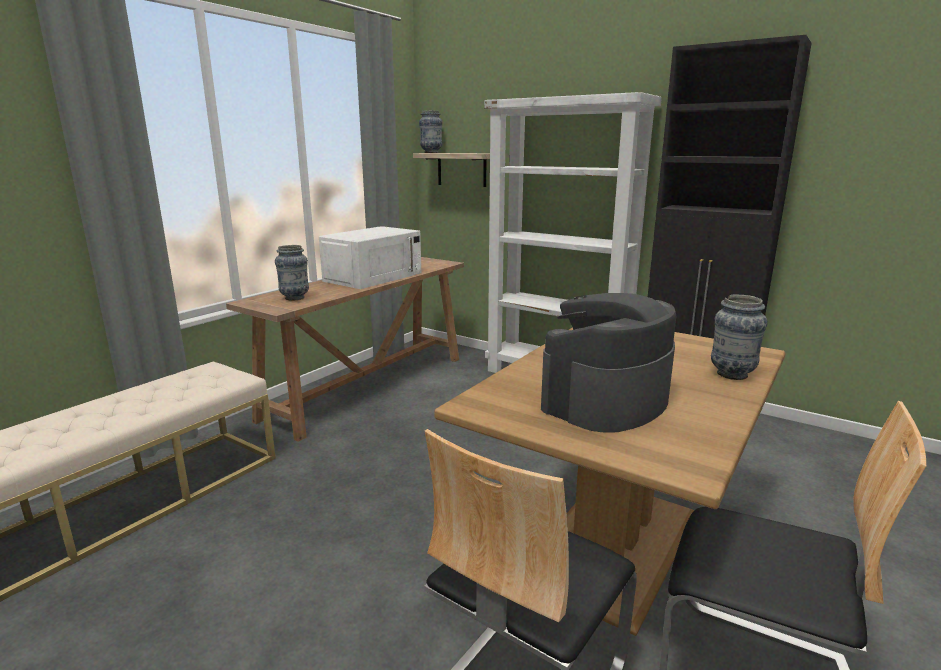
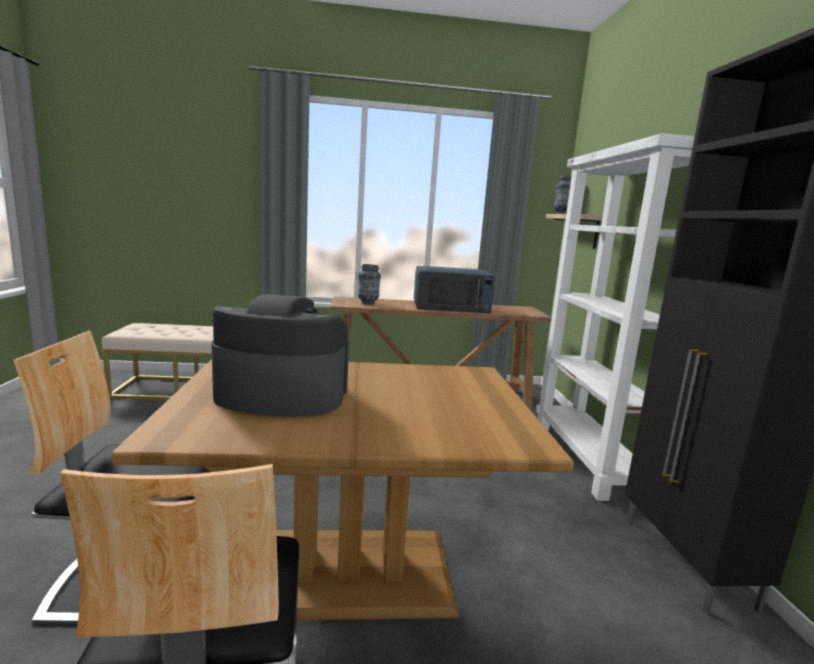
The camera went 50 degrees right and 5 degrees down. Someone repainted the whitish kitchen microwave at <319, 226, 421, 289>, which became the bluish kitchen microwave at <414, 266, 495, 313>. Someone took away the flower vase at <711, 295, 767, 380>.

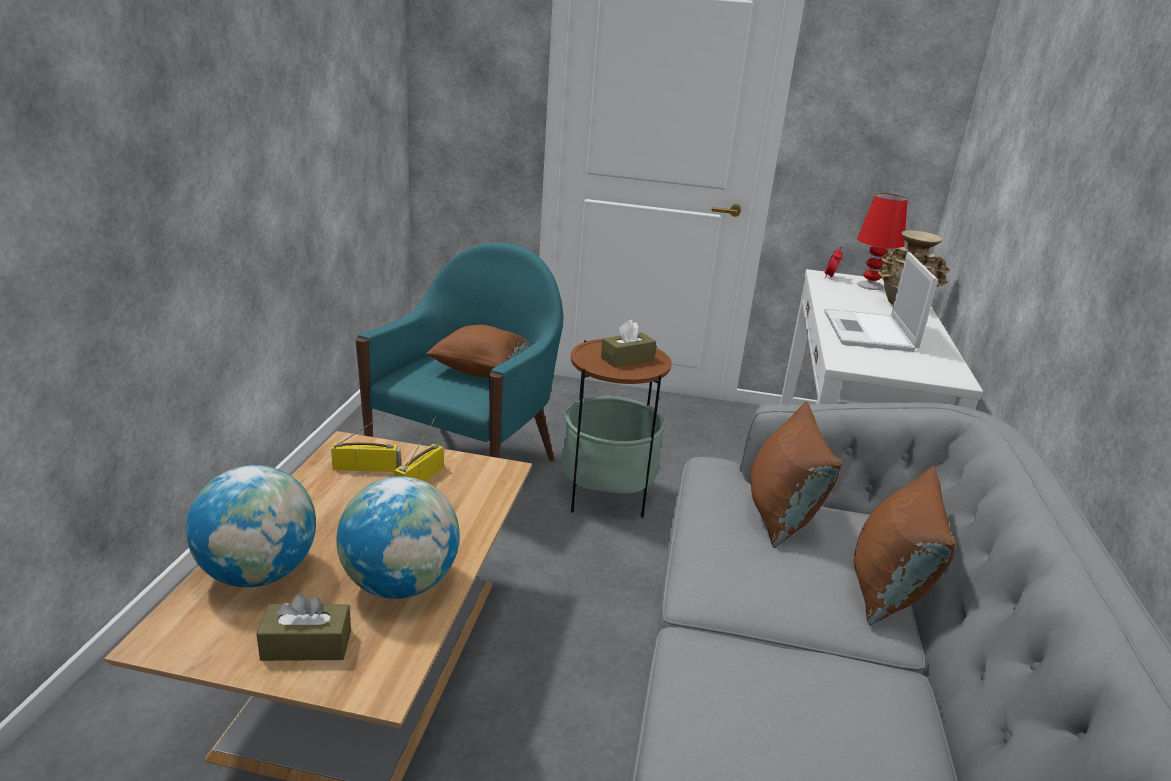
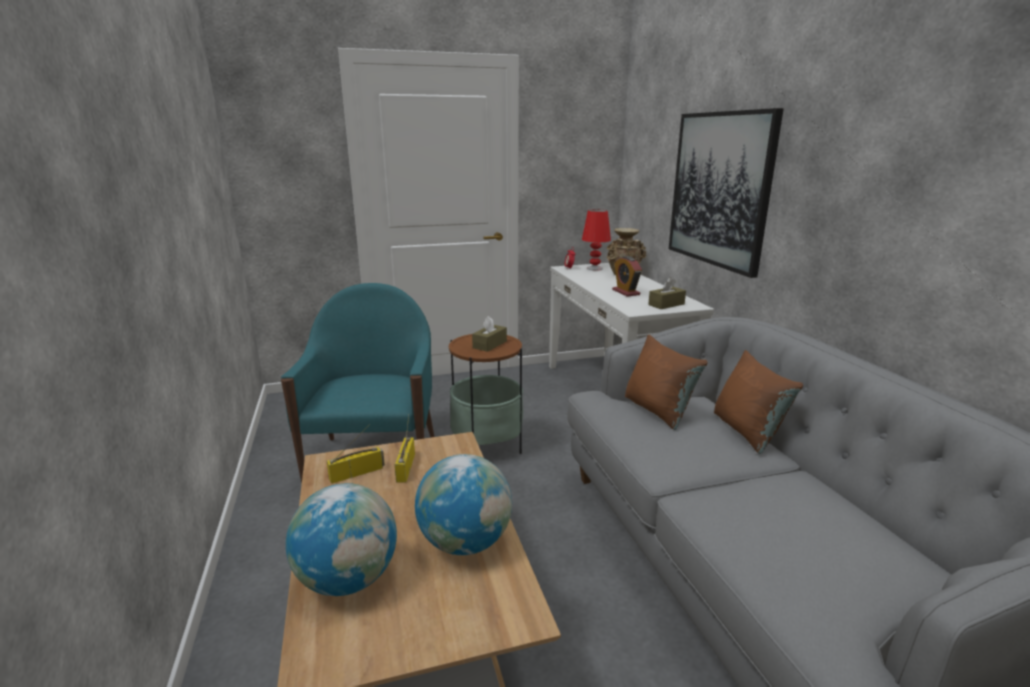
The camera went 25 degrees left and 5 degrees down. Someone carried the brownish tissue box from <257, 593, 351, 661> to <648, 277, 686, 309>. Someone took away the brownish cushion at <426, 325, 530, 377>. Someone swapped the notebook computer at <824, 252, 938, 352> for the alarm clock at <612, 256, 642, 297>. Someone put up the wall picture at <669, 108, 784, 278>.

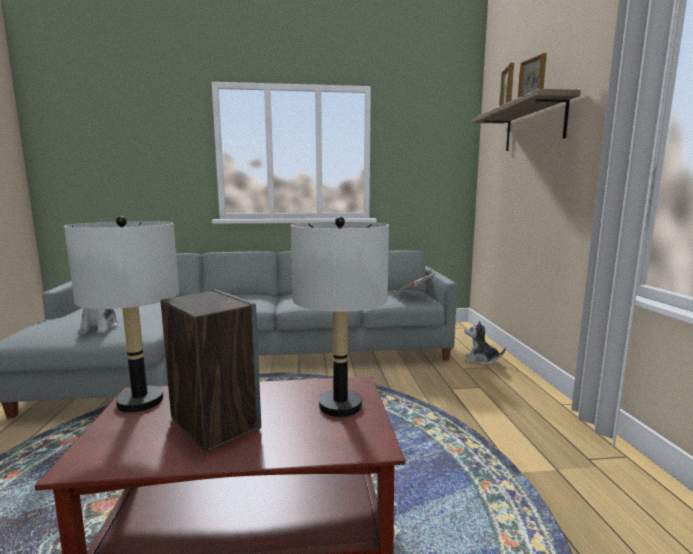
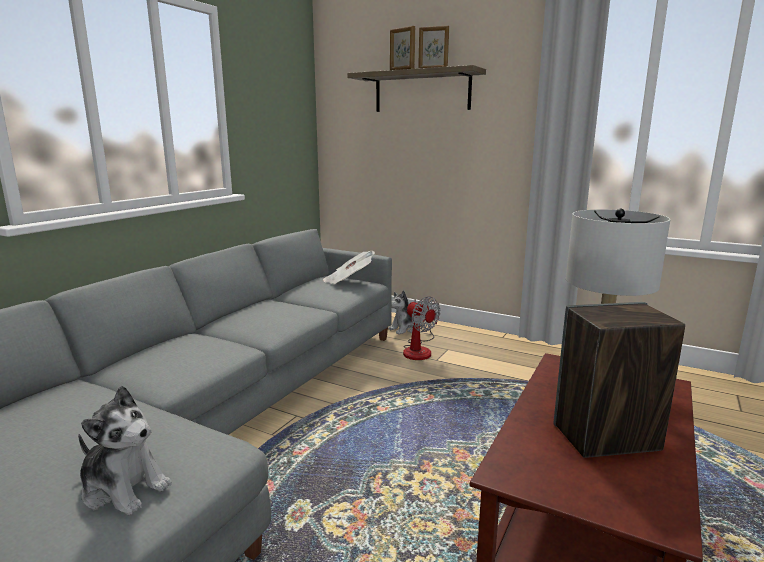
The camera went 55 degrees left and 5 degrees up. Someone took away the grey tabletop lamp at <64, 216, 179, 412>. Someone put down the electric fan at <403, 297, 440, 360>.

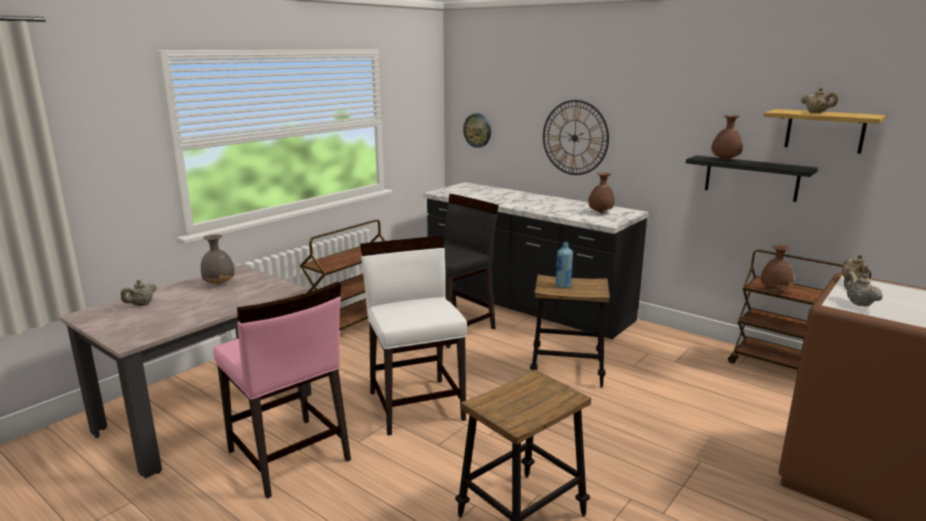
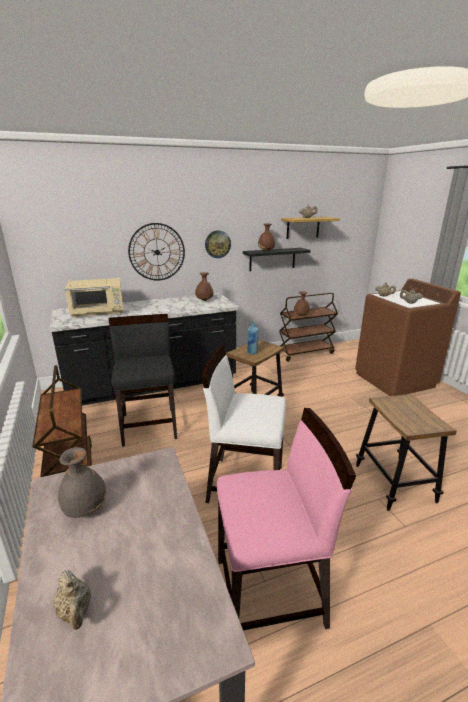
The camera went 60 degrees left and 5 degrees up. Someone carried the clock on the wall from <463, 113, 491, 148> to <205, 230, 231, 258>. Someone put down the beige kitchen microwave at <65, 278, 123, 317>.

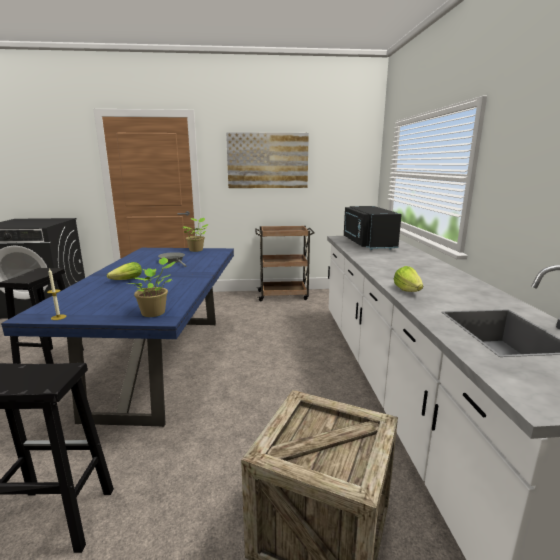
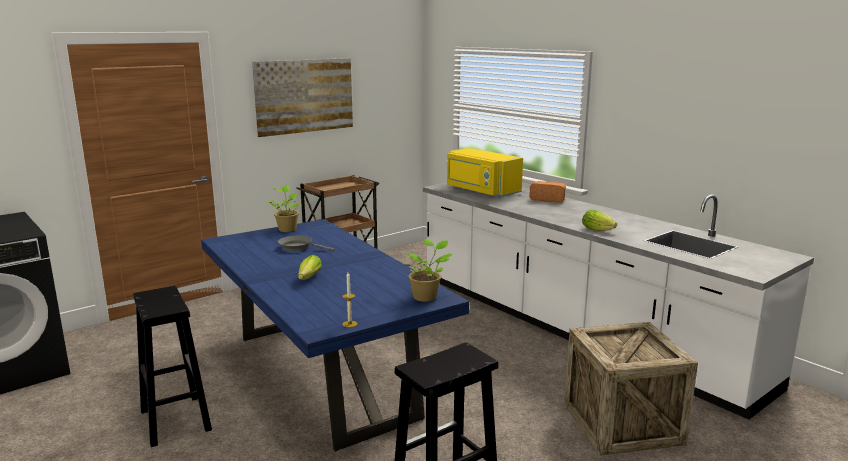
The camera went 35 degrees left and 0 degrees up. Someone repainted the black kitchen microwave at <344, 206, 402, 250>, which became the yellow-coloured kitchen microwave at <447, 148, 523, 198>. Someone put down the bread at <529, 181, 566, 203>.

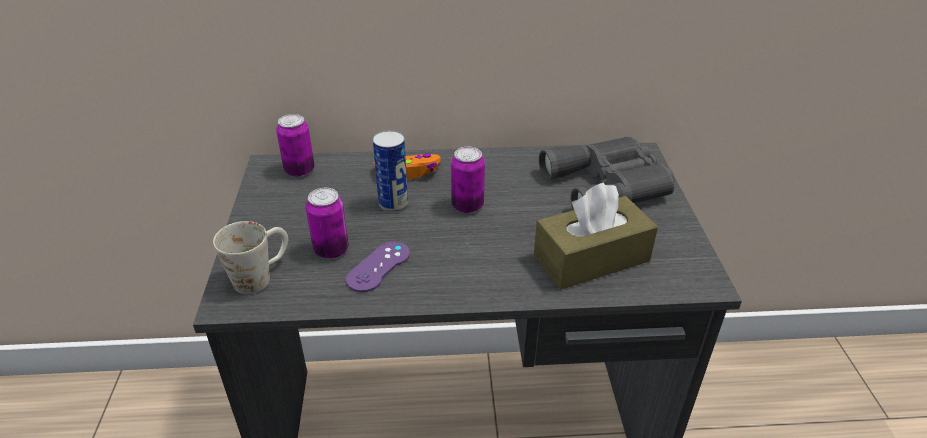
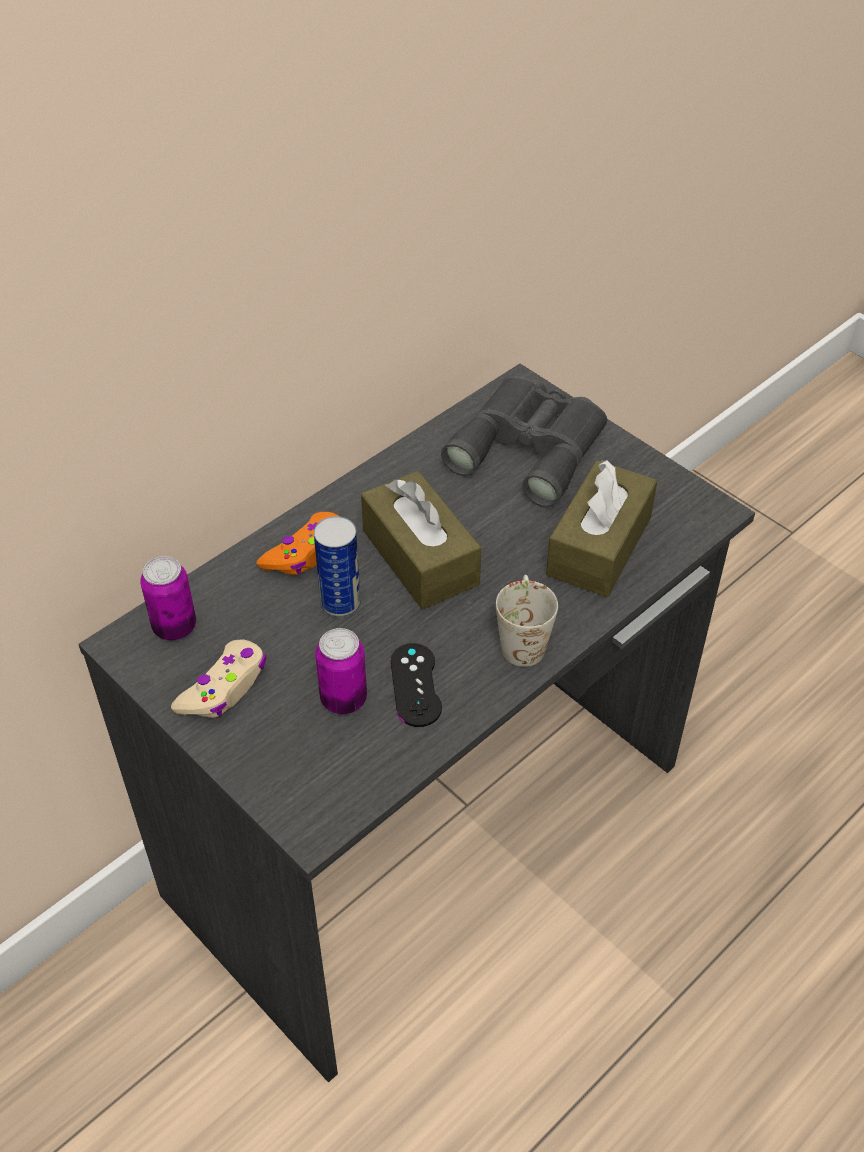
The camera went 40 degrees left and 10 degrees up. Someone carried the whitish coffee mug from <213, 221, 288, 294> to <496, 575, 558, 667>. Someone repainted the purplish game controller at <346, 241, 410, 292>, which became the black game controller at <391, 643, 442, 727>. Someone swapped the can at <451, 147, 485, 213> for the brownish tissue box at <361, 471, 481, 609>. Someone put down the beige game controller at <171, 640, 267, 718>.

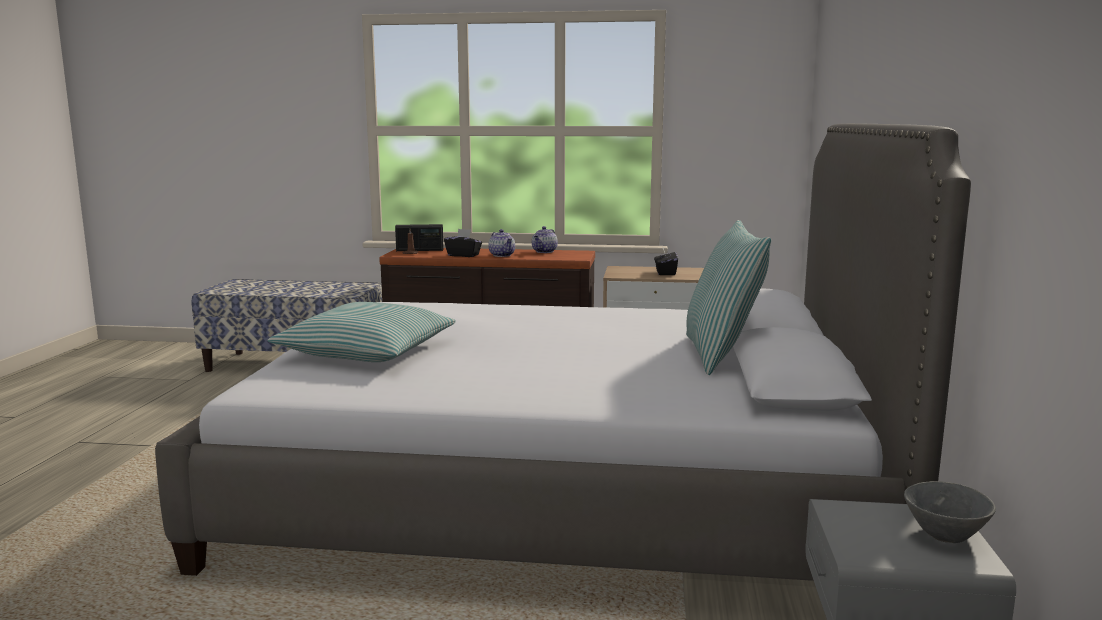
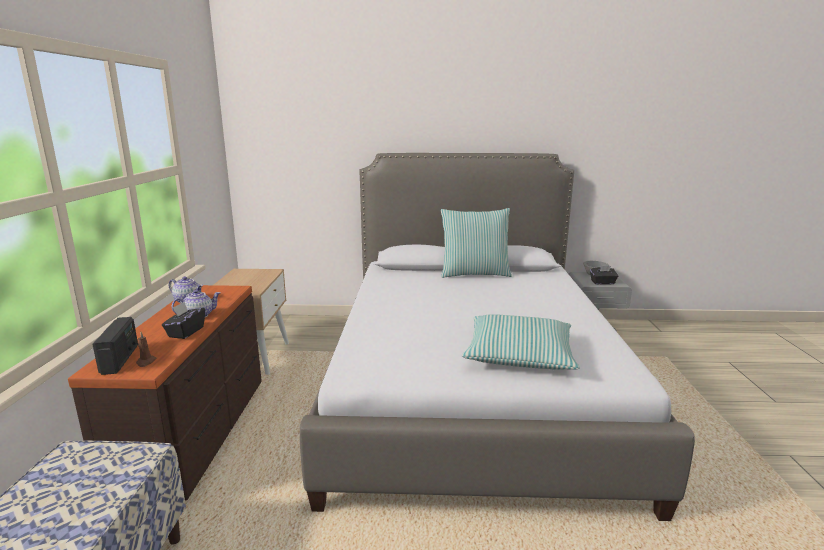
The camera went 95 degrees left and 5 degrees up. Someone carried the black tissue box from <654, 248, 678, 275> to <590, 266, 618, 285>.

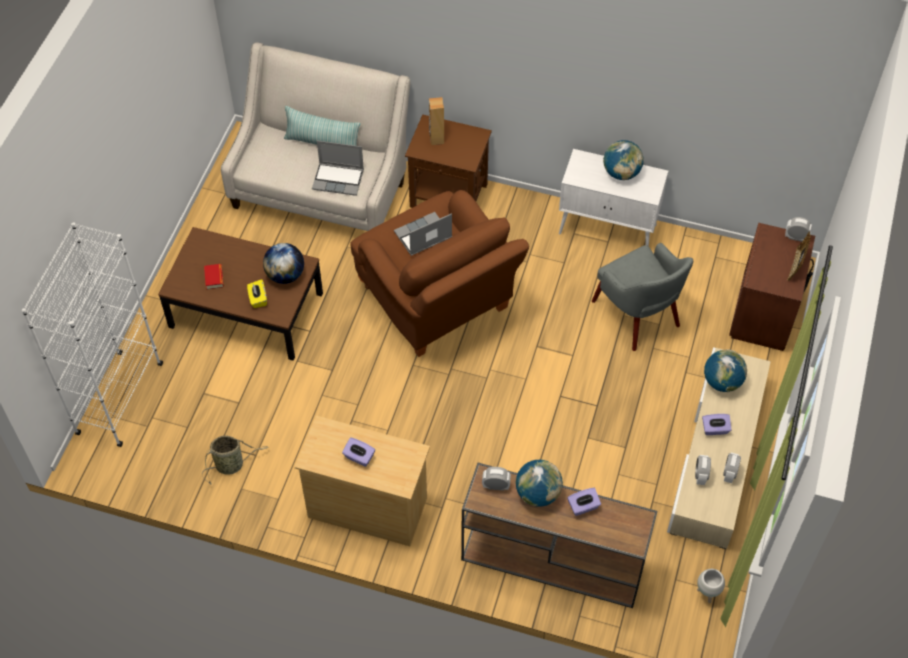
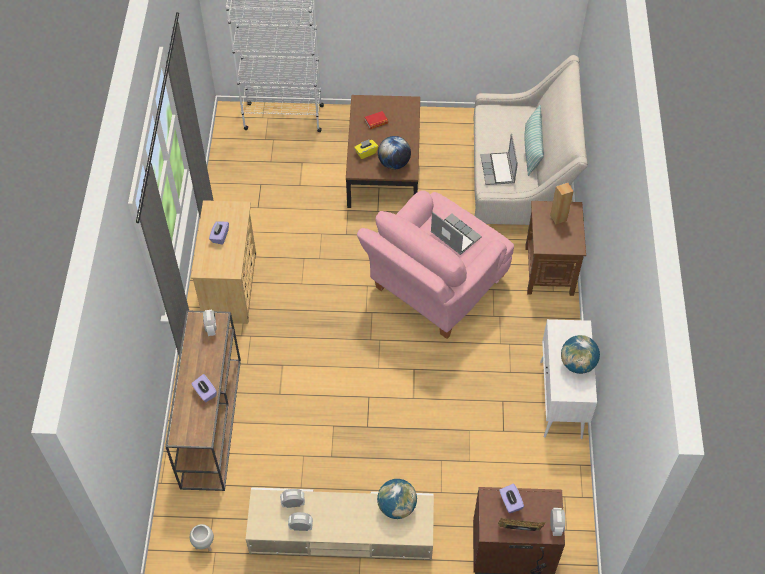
The camera went 75 degrees right and 0 degrees up. Someone took away the basket at <202, 436, 269, 485>. Someone repainted the brownish lounge chair at <350, 190, 529, 357>, which became the pink lounge chair at <357, 190, 514, 339>. Someone took away the globe at <516, 460, 563, 507>. Someone took away the grey lounge chair at <592, 243, 693, 351>. Someone carried the purplish tissue box from <702, 414, 732, 435> to <499, 483, 524, 513>.

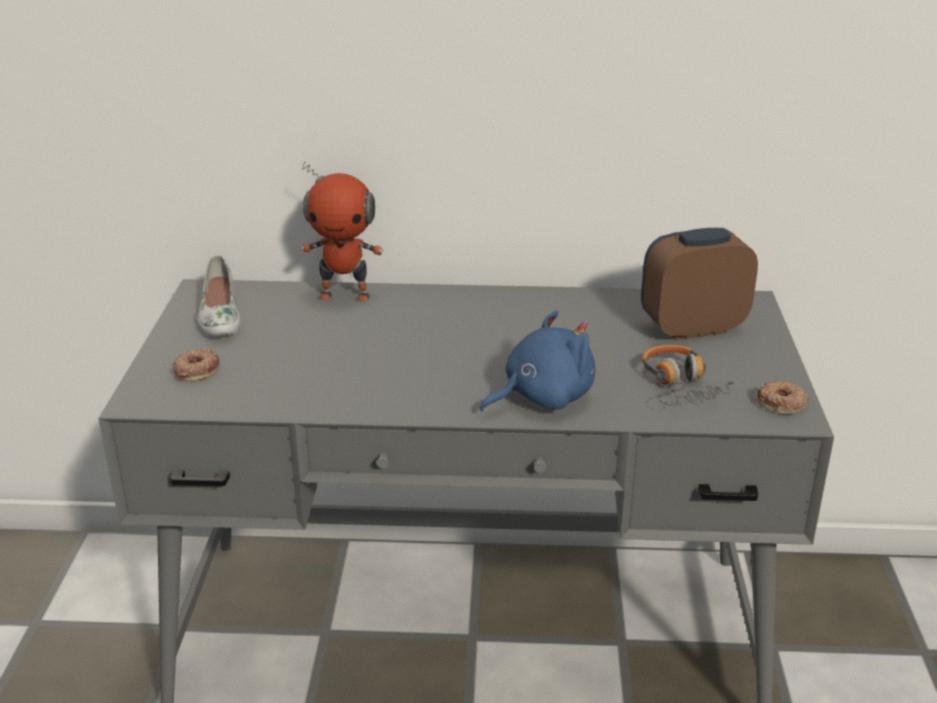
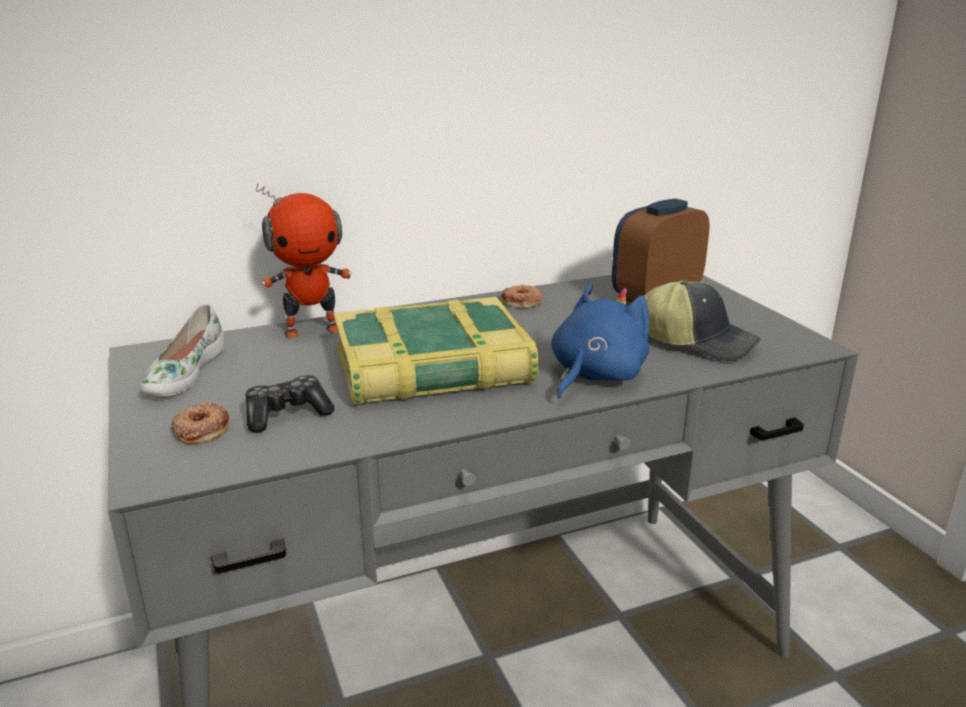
The camera went 25 degrees left and 5 degrees down. Someone rotated the whitish item of footwear at <197, 255, 240, 336> by 45 degrees clockwise. Someone swapped the pair of headphones at <642, 345, 738, 405> for the peaked cap at <644, 280, 761, 361>. Someone carried the ring doughnut from <757, 381, 809, 414> to <501, 285, 543, 307>. Someone put down the game controller at <245, 375, 334, 433>. Someone put down the bound book at <333, 297, 539, 404>.

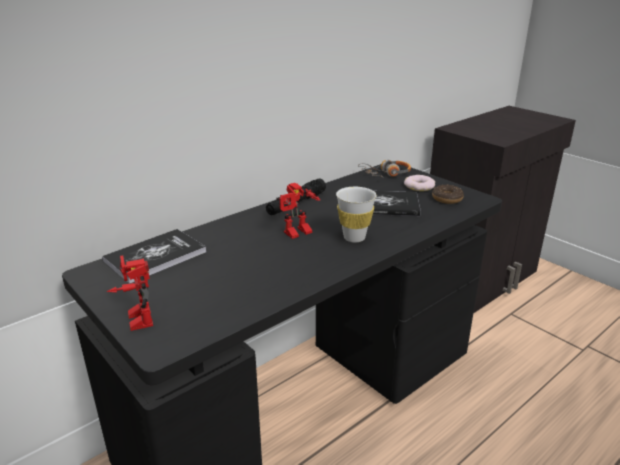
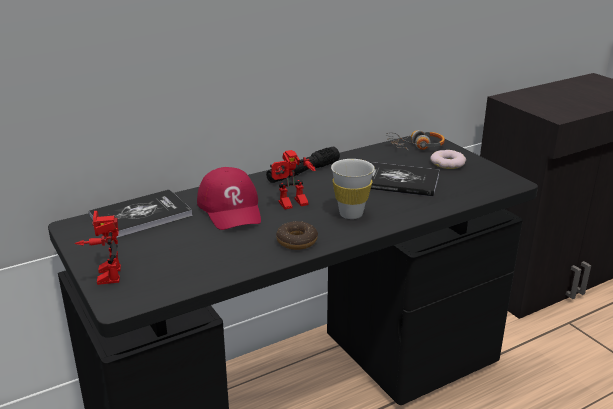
The camera went 10 degrees right and 0 degrees up. Someone carried the ring doughnut from <432, 185, 464, 204> to <276, 221, 318, 250>. Someone put down the reddish peaked cap at <197, 167, 261, 230>.

